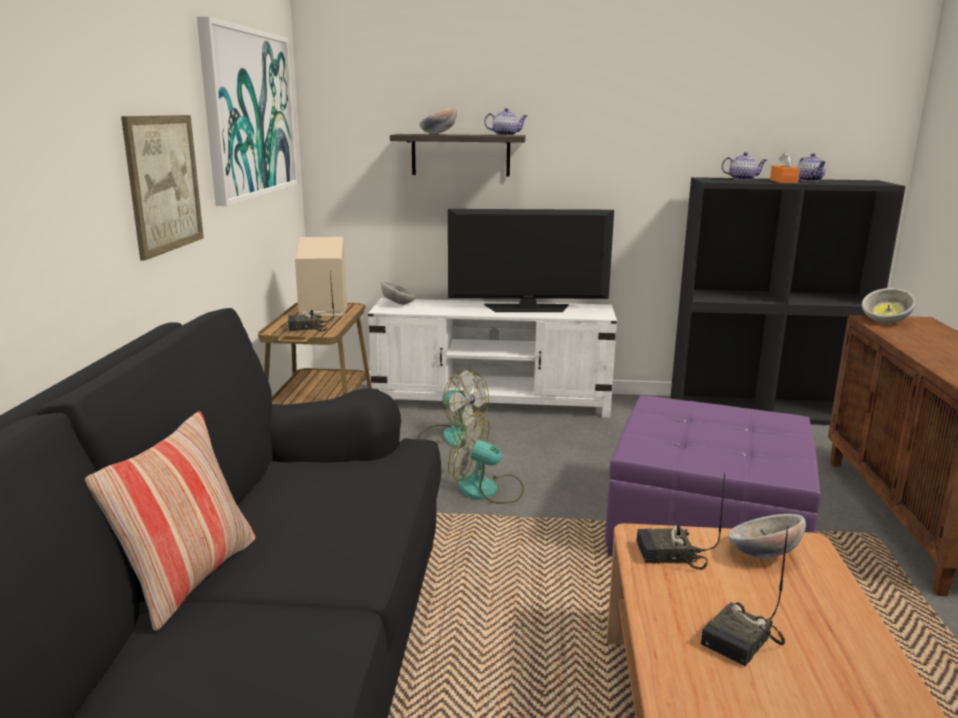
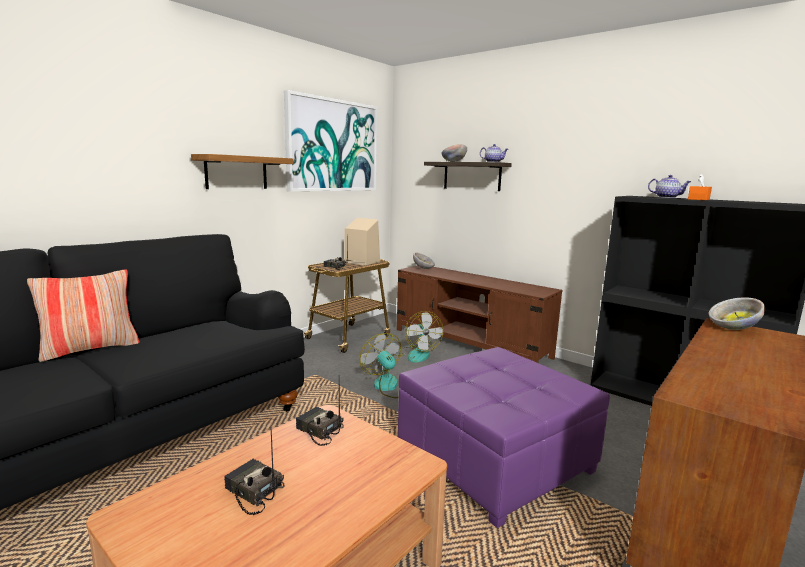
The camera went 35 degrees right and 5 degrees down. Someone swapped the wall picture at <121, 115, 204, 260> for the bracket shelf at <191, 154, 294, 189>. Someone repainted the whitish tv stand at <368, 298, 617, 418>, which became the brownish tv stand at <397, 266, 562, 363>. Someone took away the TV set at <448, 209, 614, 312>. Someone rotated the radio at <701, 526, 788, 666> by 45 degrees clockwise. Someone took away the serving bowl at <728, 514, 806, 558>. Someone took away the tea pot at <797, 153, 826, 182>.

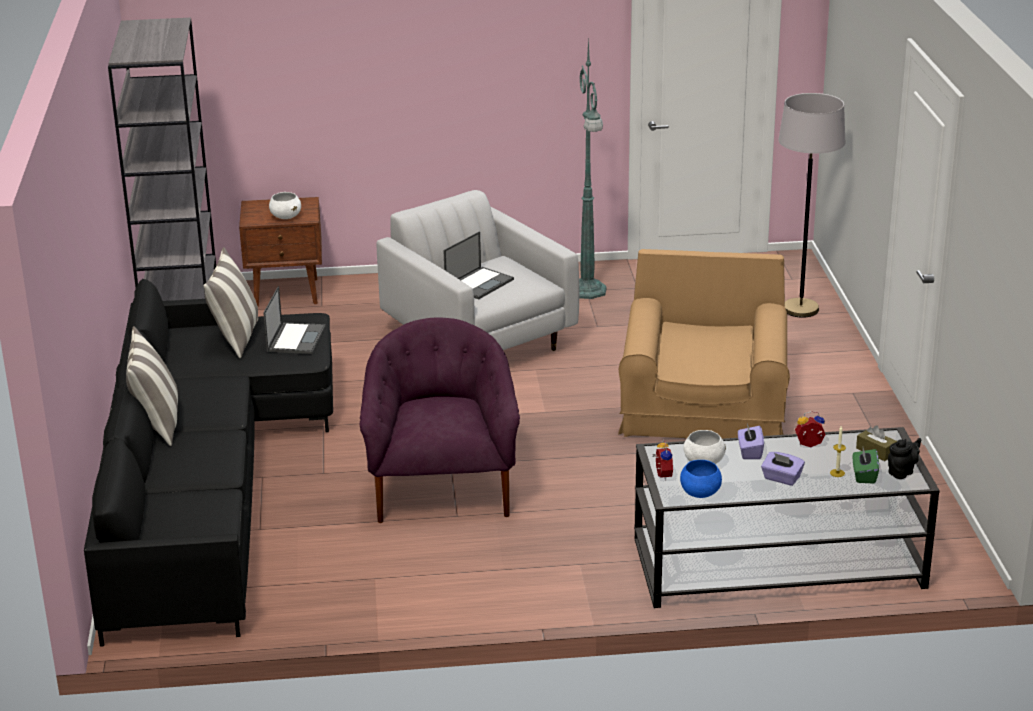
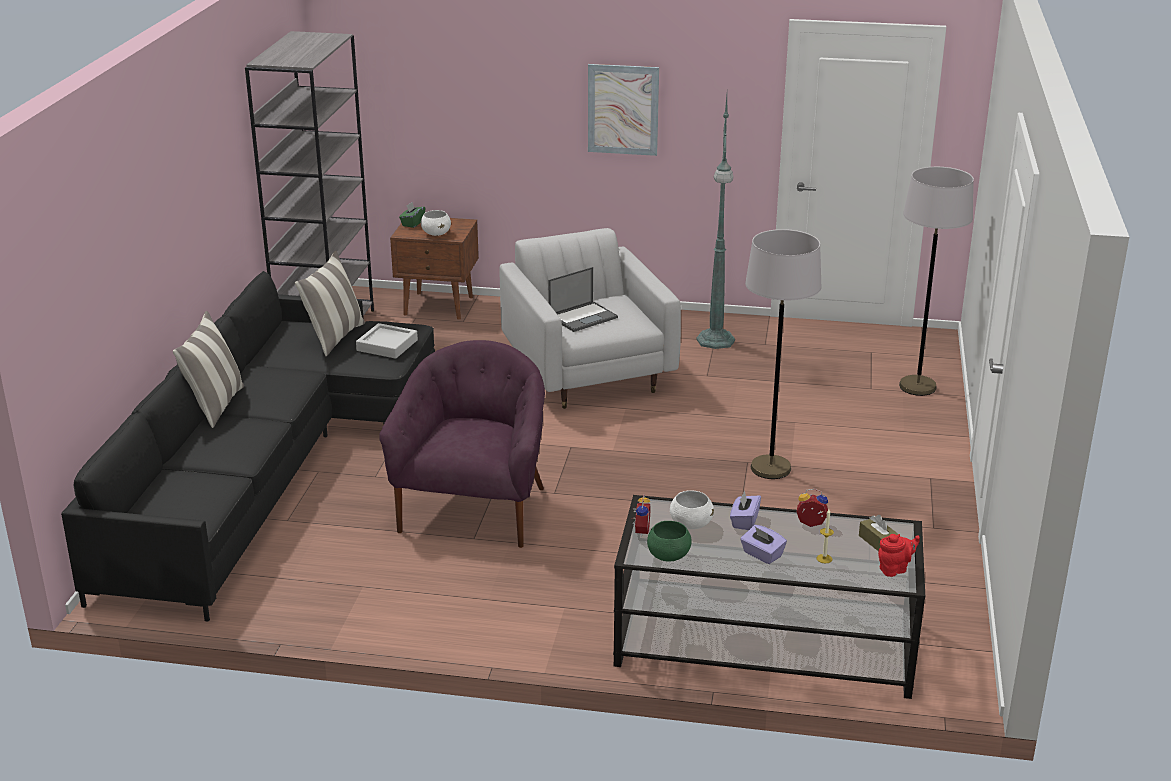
The camera went 15 degrees right and 0 degrees up. Someone swapped the notebook computer at <263, 286, 325, 354> for the grey tray at <356, 323, 418, 359>. Someone swapped the brownish lounge chair at <618, 249, 790, 439> for the grey standard lamp at <745, 229, 822, 479>. Someone repainted the bluish serving bowl at <680, 460, 722, 498>, which became the greenish serving bowl at <647, 521, 692, 562>. Someone carried the greenish tissue box from <853, 448, 879, 484> to <399, 202, 426, 228>. Someone repainted the black tea pot at <888, 438, 921, 479>, which became the reddish tea pot at <878, 534, 920, 577>. Someone put up the wall picture at <588, 64, 659, 156>.

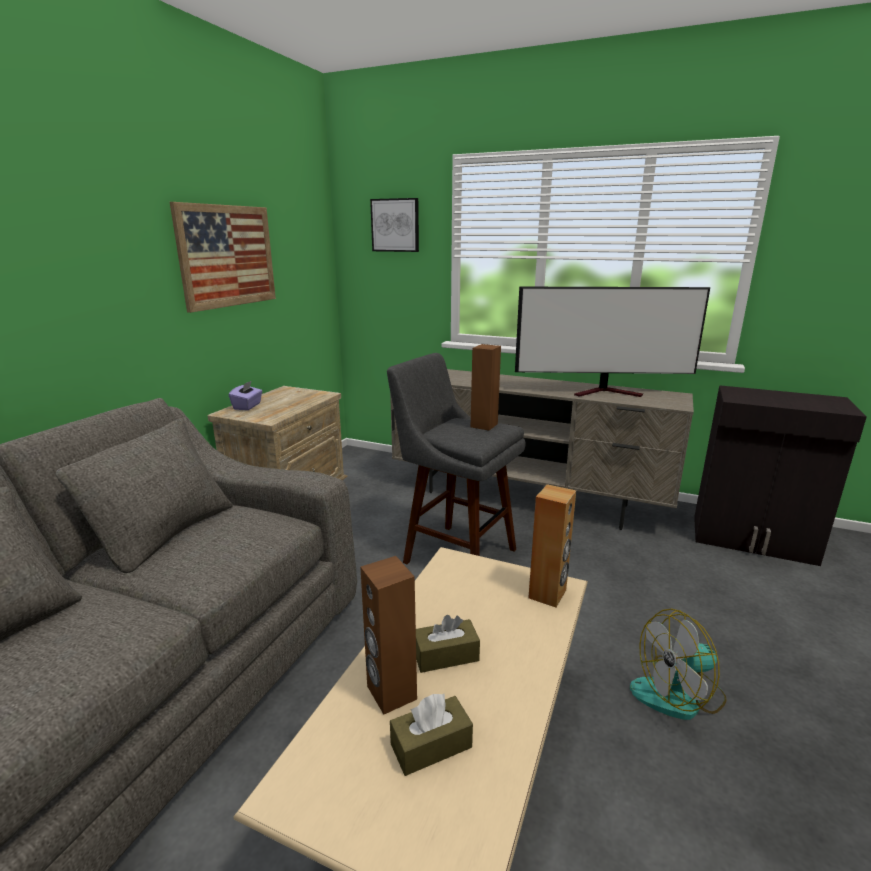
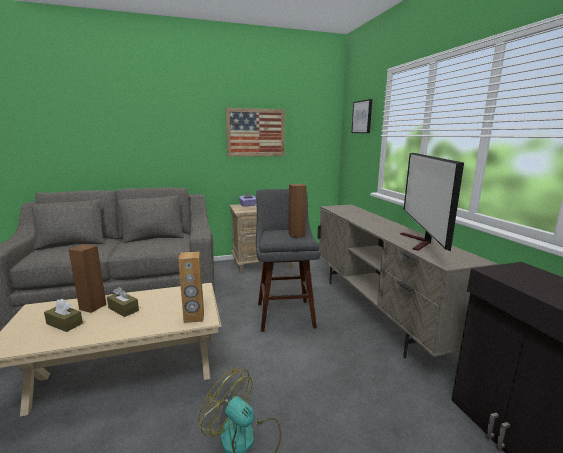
The camera went 50 degrees right and 5 degrees down. Someone rotated the TV set at <515, 287, 710, 397> by 45 degrees clockwise.

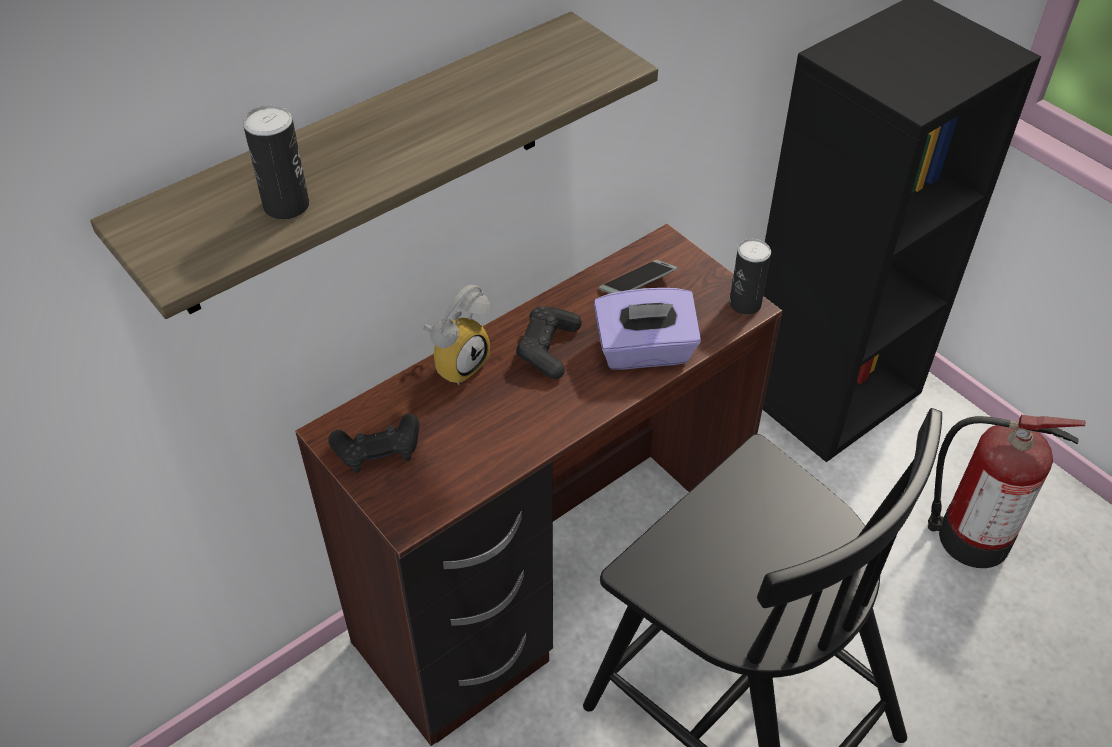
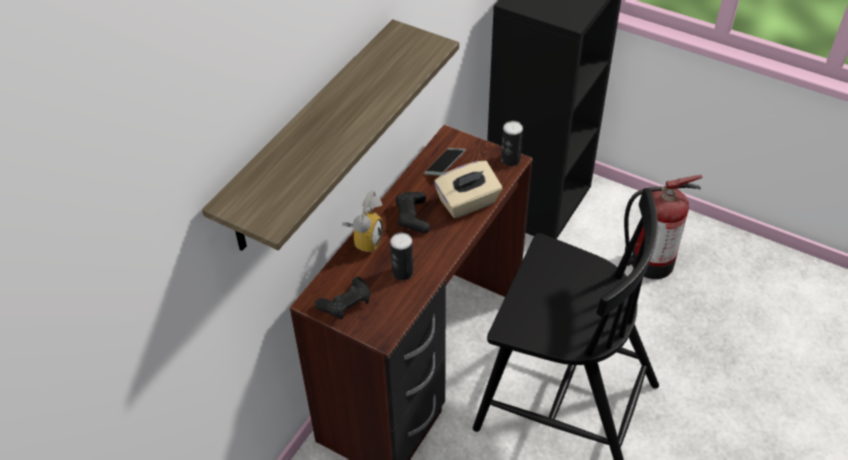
The camera went 20 degrees left and 0 degrees up. Someone carried the can from <243, 105, 309, 219> to <390, 233, 413, 280>. Someone repainted the purplish tissue box at <594, 288, 701, 370>, which became the beige tissue box at <434, 161, 502, 218>.

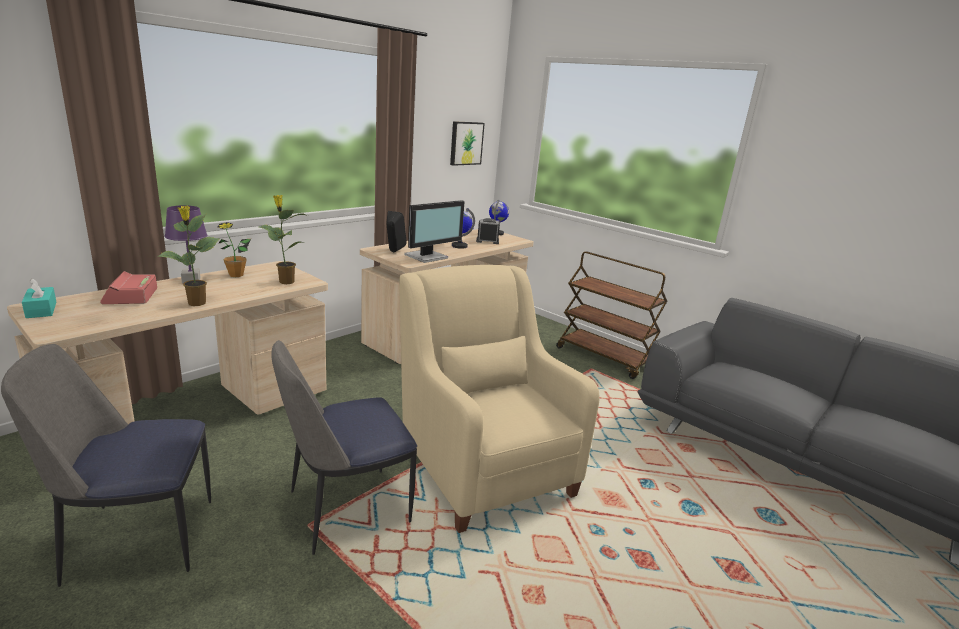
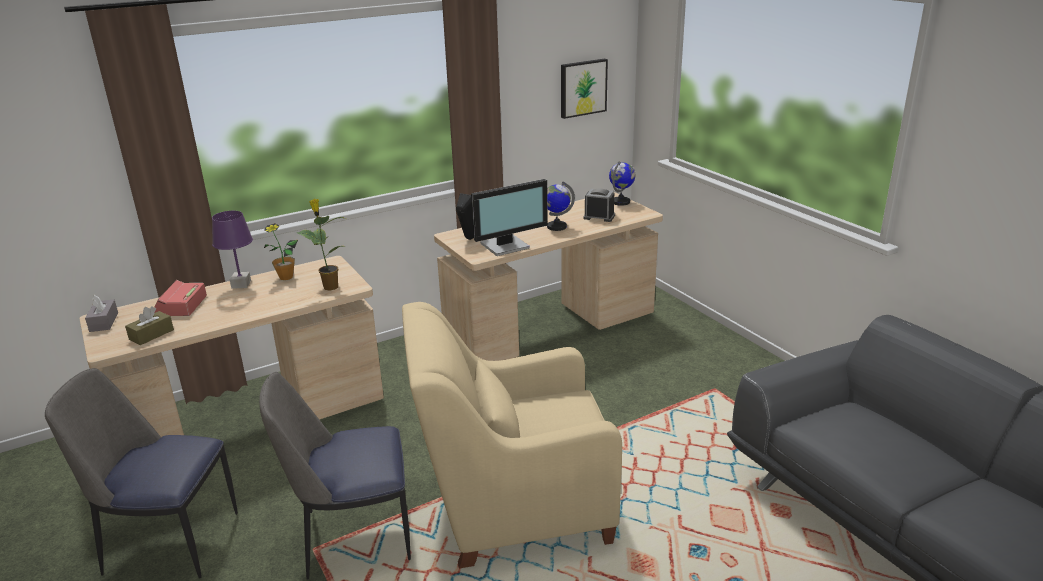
The camera went 20 degrees right and 5 degrees up. Someone repainted the blue-green tissue box at <22, 278, 56, 318>, which became the grey tissue box at <85, 295, 118, 332>. Someone took away the houseplant at <158, 206, 220, 306>. Someone rotated the beige lounge chair at <399, 265, 600, 533> by 90 degrees counterclockwise. Someone took away the brownish wheeled cart at <556, 251, 667, 379>. Someone put down the brownish tissue box at <125, 306, 174, 345>.

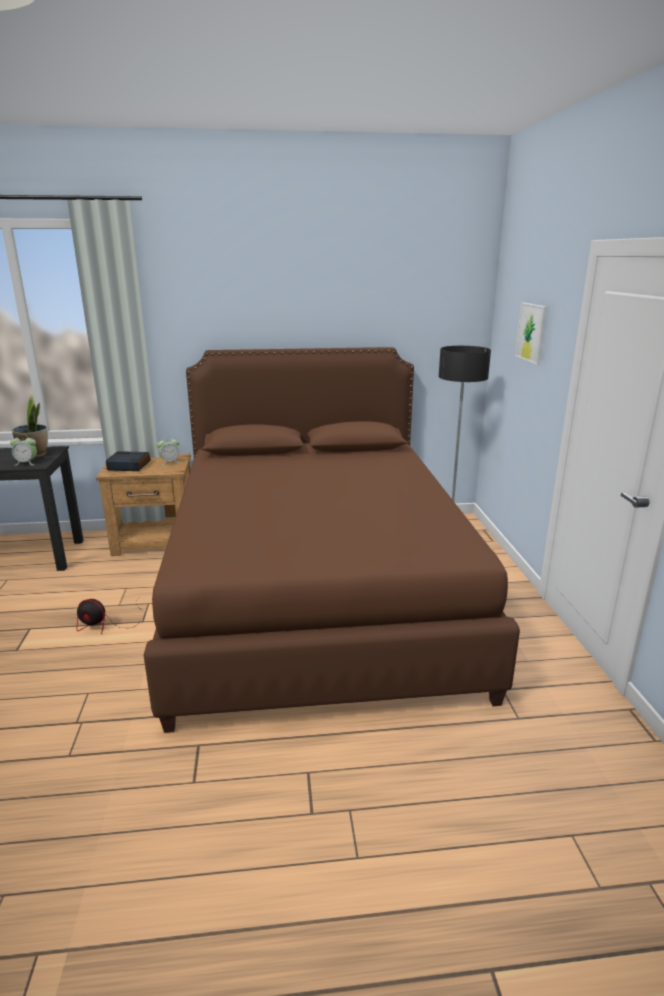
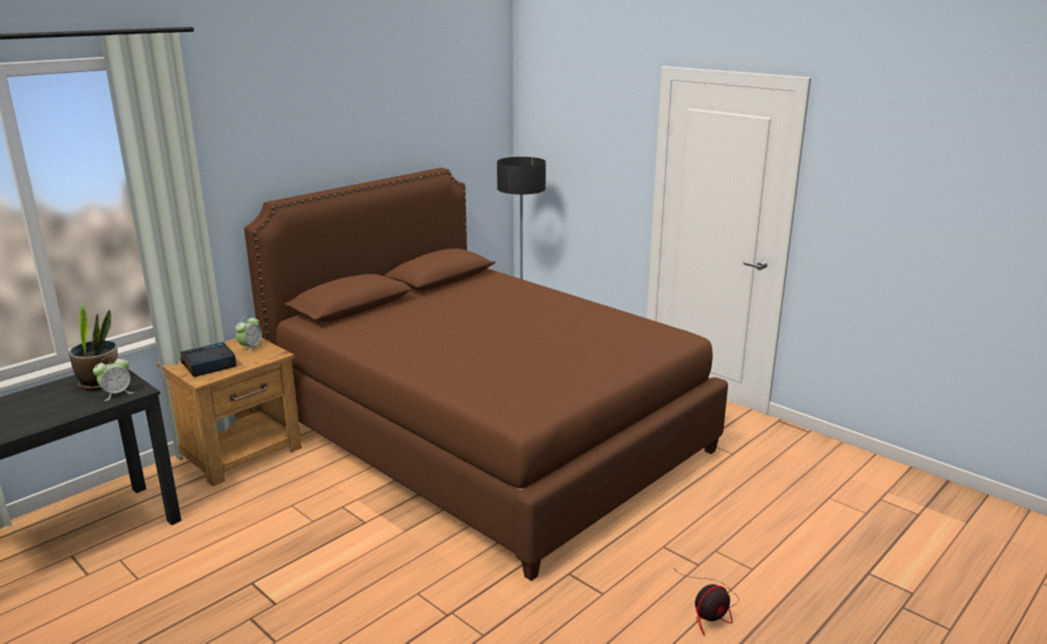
The camera went 40 degrees left and 0 degrees up. Someone carried the electric fan from <76, 597, 145, 634> to <672, 567, 739, 636>. Someone took away the wall picture at <515, 303, 548, 365>.

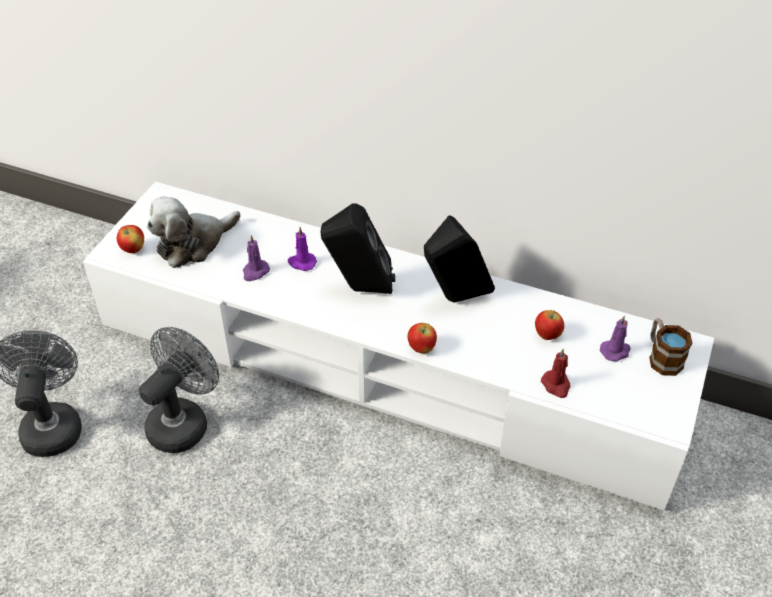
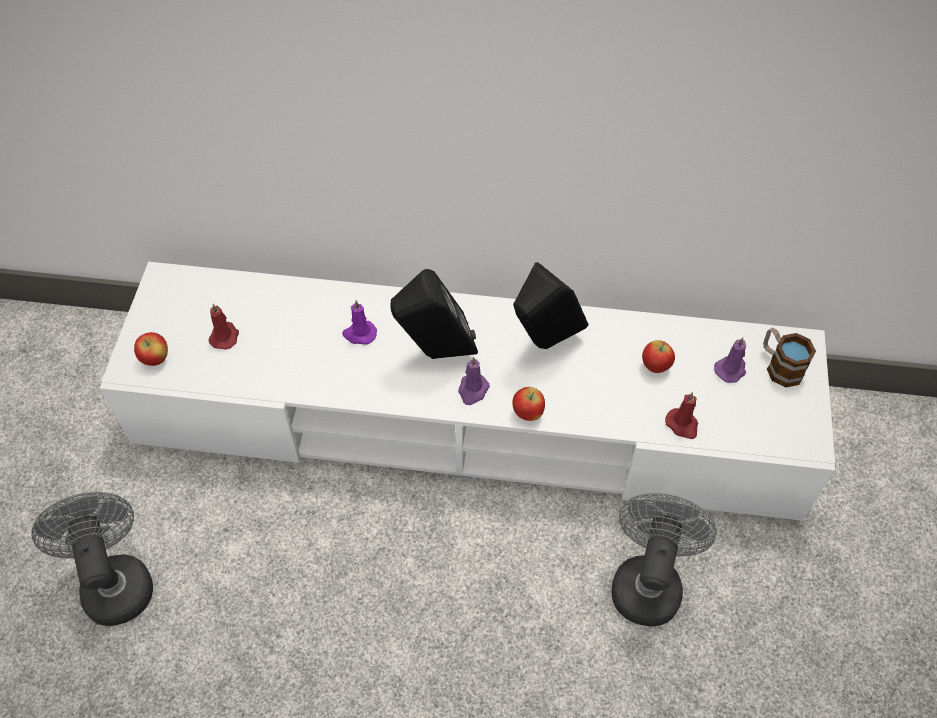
The camera went 15 degrees left and 10 degrees up. Someone carried the grey electric fan from <139, 327, 219, 453> to <611, 493, 717, 627>. Someone swapped the cuddly toy at <147, 196, 241, 268> for the reddish candle at <209, 304, 239, 349>. Someone carried the purplish candle from <243, 235, 270, 281> to <458, 357, 490, 405>.

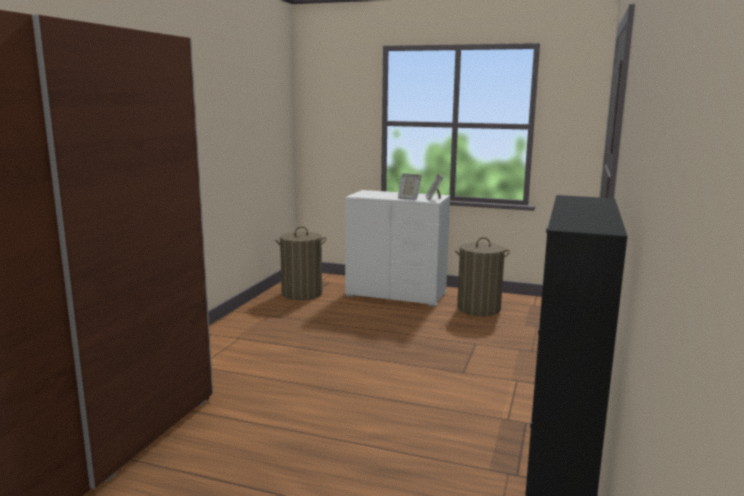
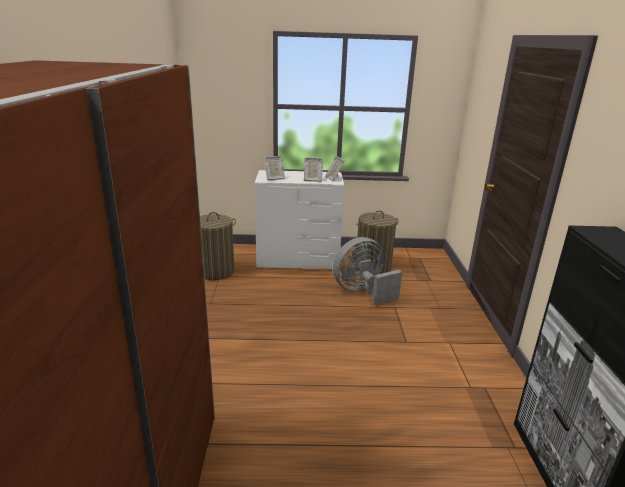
The camera went 20 degrees left and 10 degrees up. Someone put down the picture frame at <263, 156, 285, 180>. Someone put down the grey electric fan at <333, 237, 402, 305>.

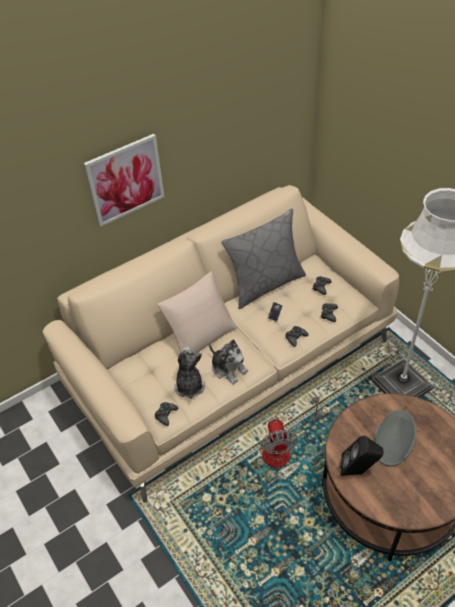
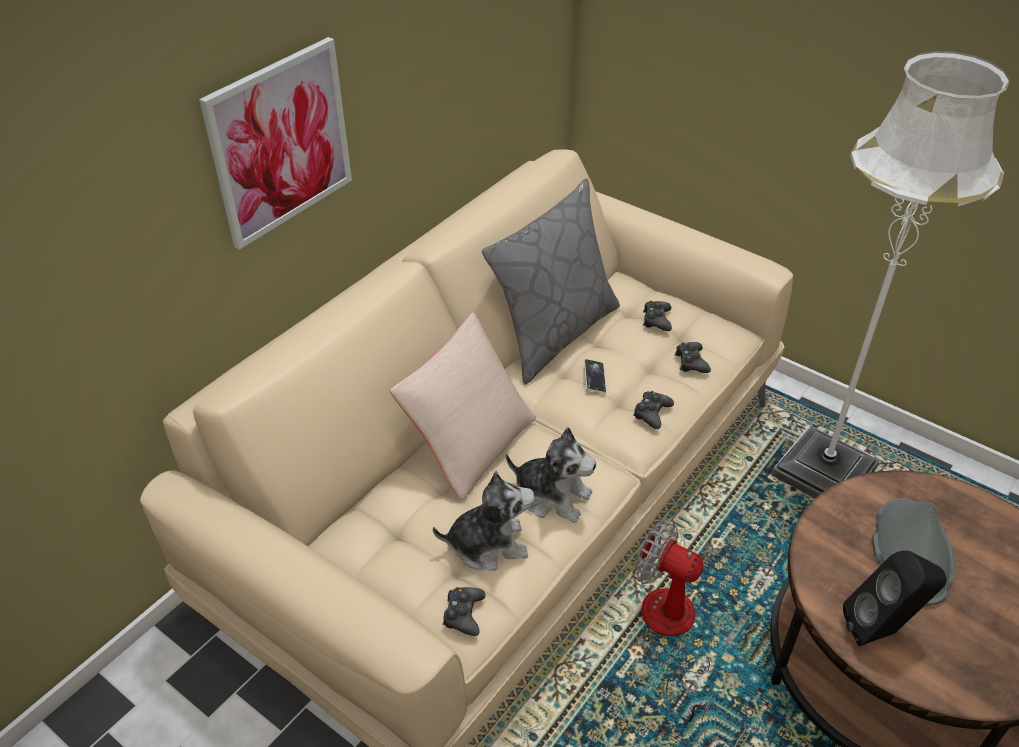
The camera went 20 degrees left and 5 degrees down. Someone rotated the cuddly toy at <174, 346, 205, 399> by 105 degrees clockwise. Someone rotated the electric fan at <261, 396, 320, 468> by 150 degrees clockwise.

